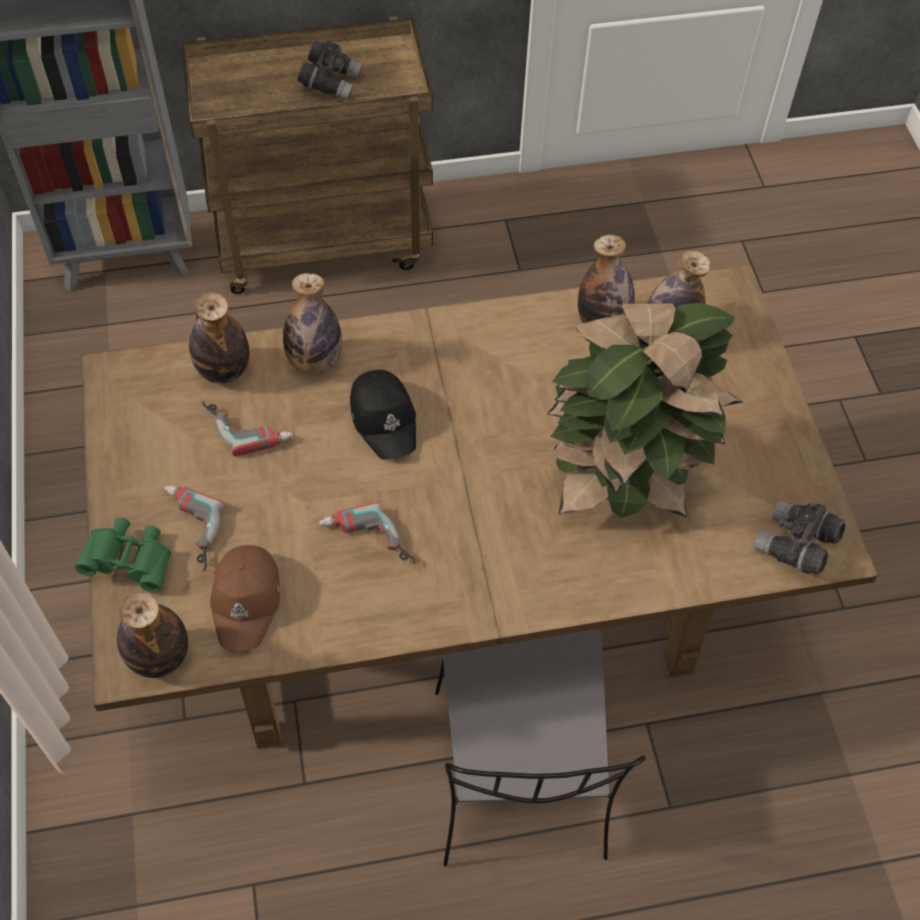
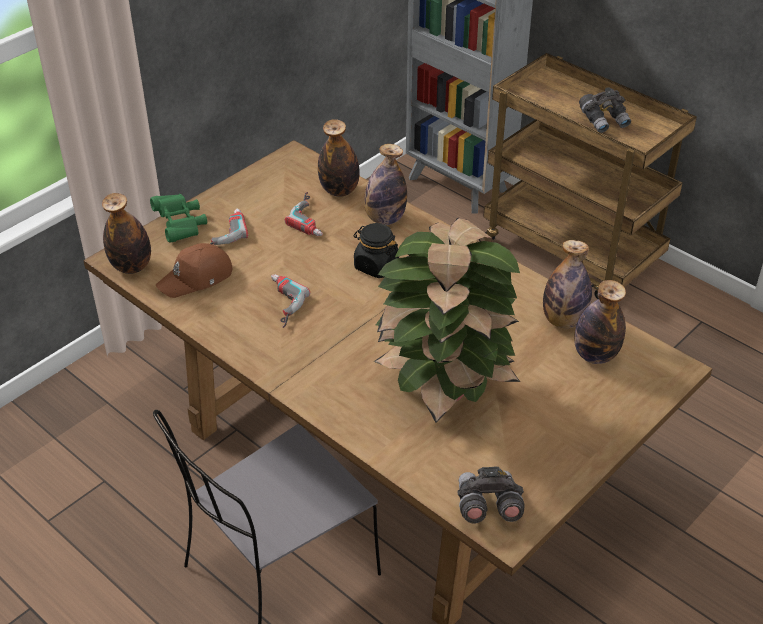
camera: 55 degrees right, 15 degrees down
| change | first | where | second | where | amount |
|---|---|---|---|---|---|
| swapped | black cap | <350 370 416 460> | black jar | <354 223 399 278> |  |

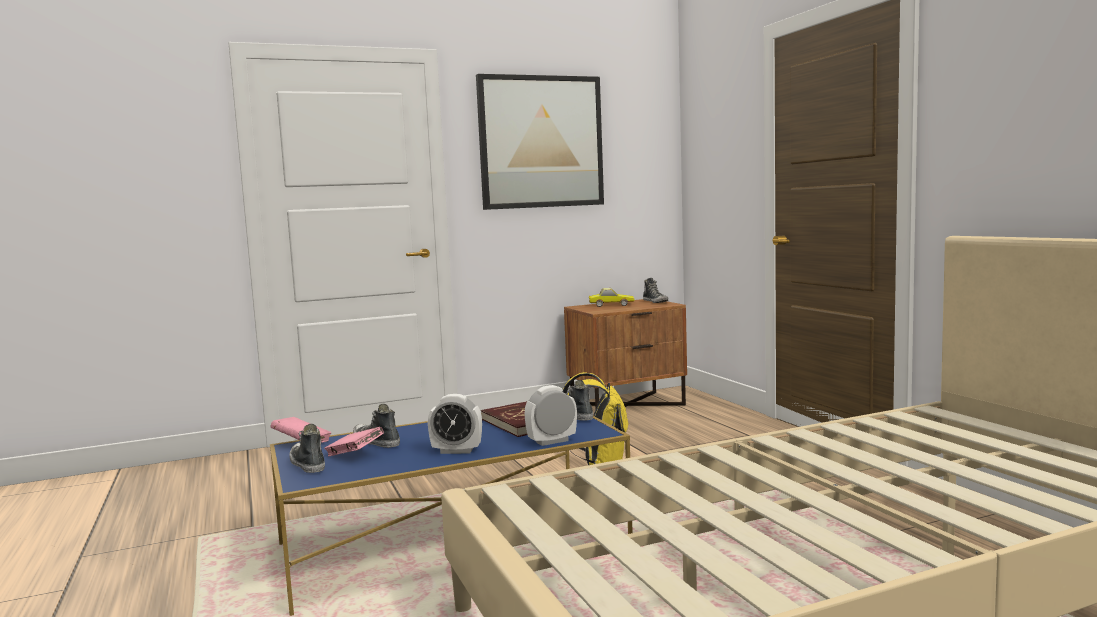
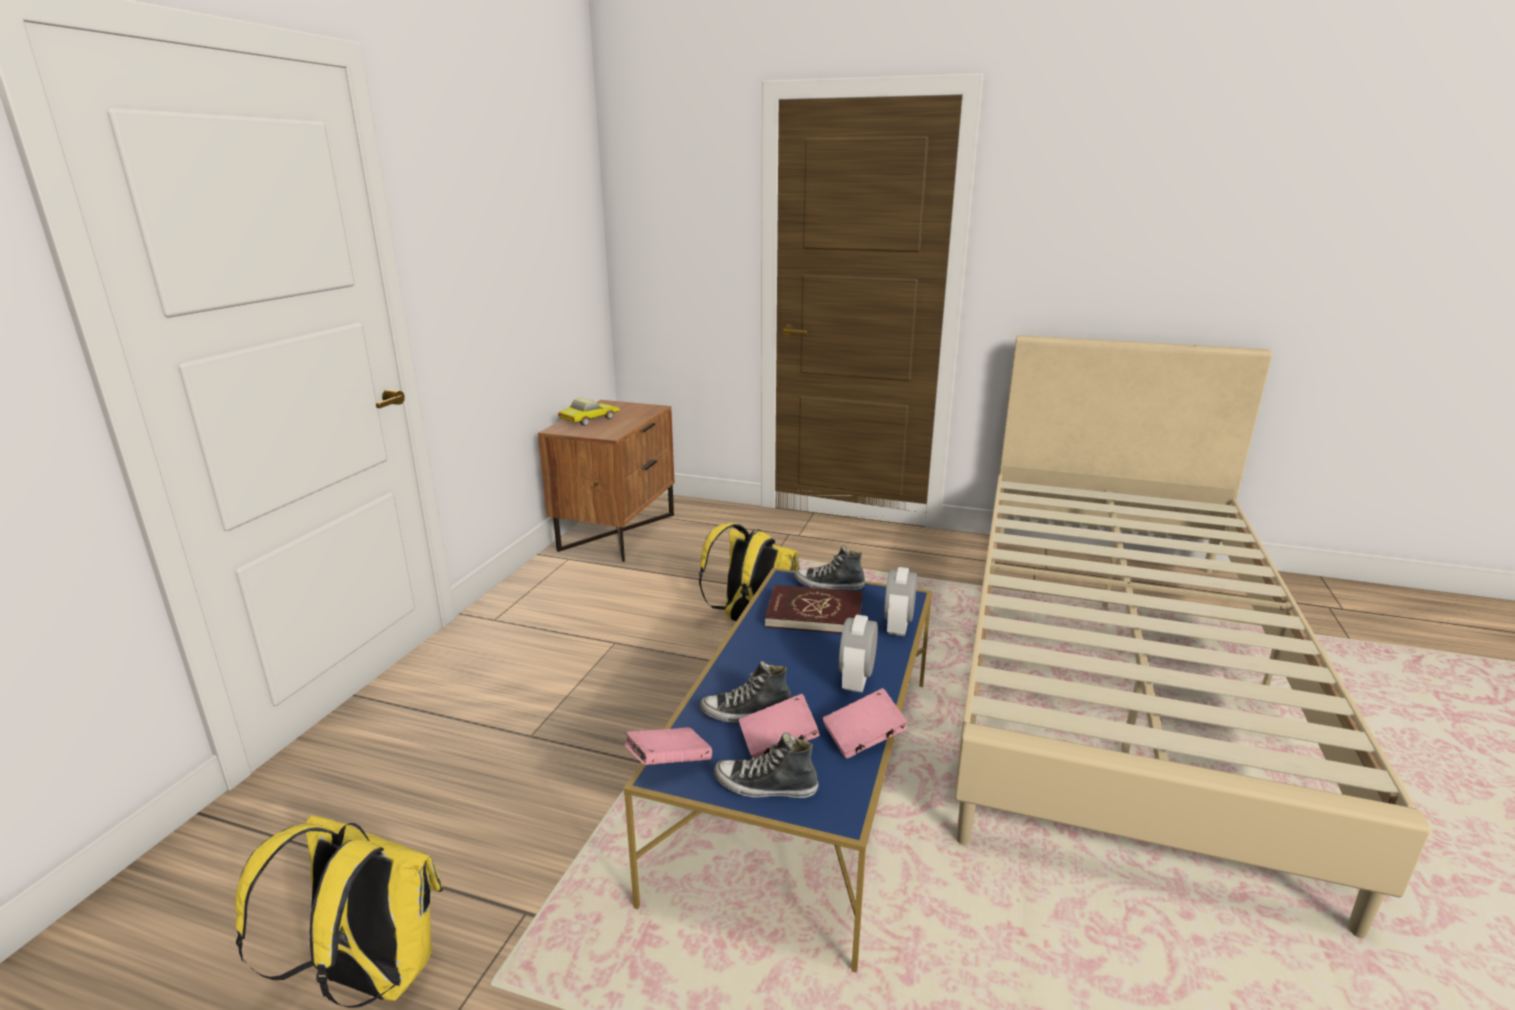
camera: 50 degrees left, 15 degrees up
| change | first | where | second | where | amount |
|---|---|---|---|---|---|
| gone | picture | <476 74 604 210> |  |  |  |
| gone | shoe | <643 278 668 303> |  |  |  |
| rotated | alarm clock | <428 394 482 454> |  | <839 615 878 693> | 150 degrees clockwise |
| new |  |  | pink book | <823 688 908 758> |  |
| new |  |  | yellow backpack | <235 815 443 1008> |  |

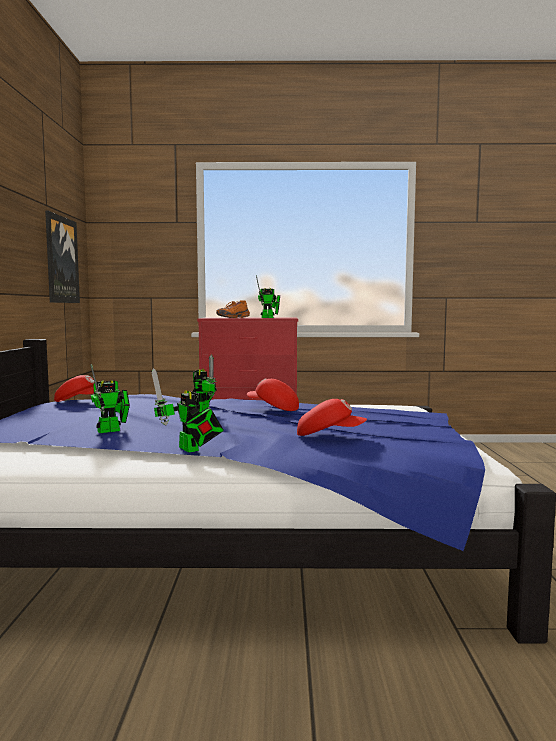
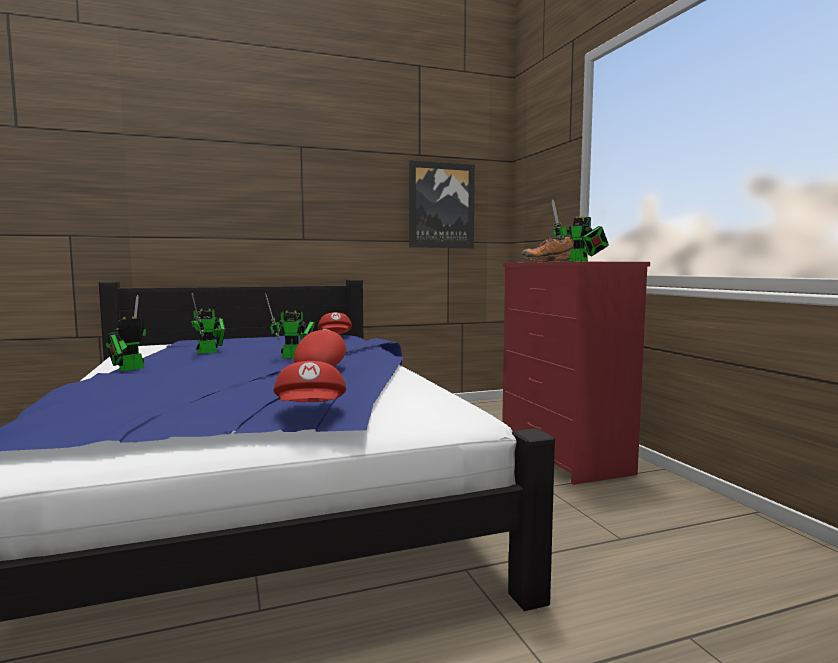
camera: 70 degrees right, 0 degrees up
| change | first | where | second | where | amount |
|---|---|---|---|---|---|
| rotated | toy robot | <91 364 130 433> |  | <191 293 225 354> | 75 degrees counterclockwise |
| shifted | red cap | <297 399 367 436> |  | <273 361 346 402> |  |

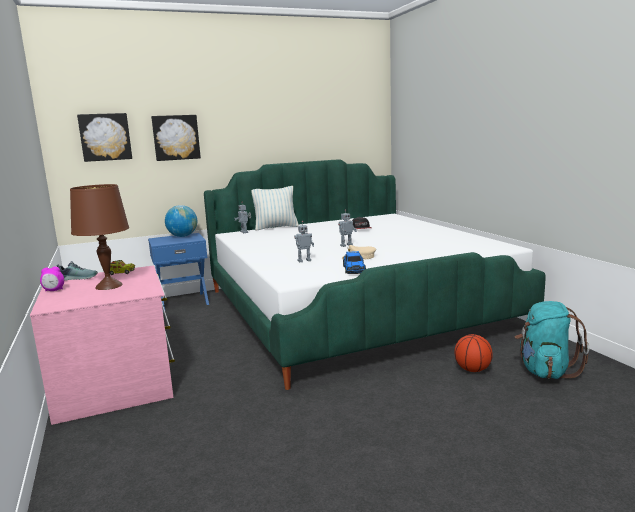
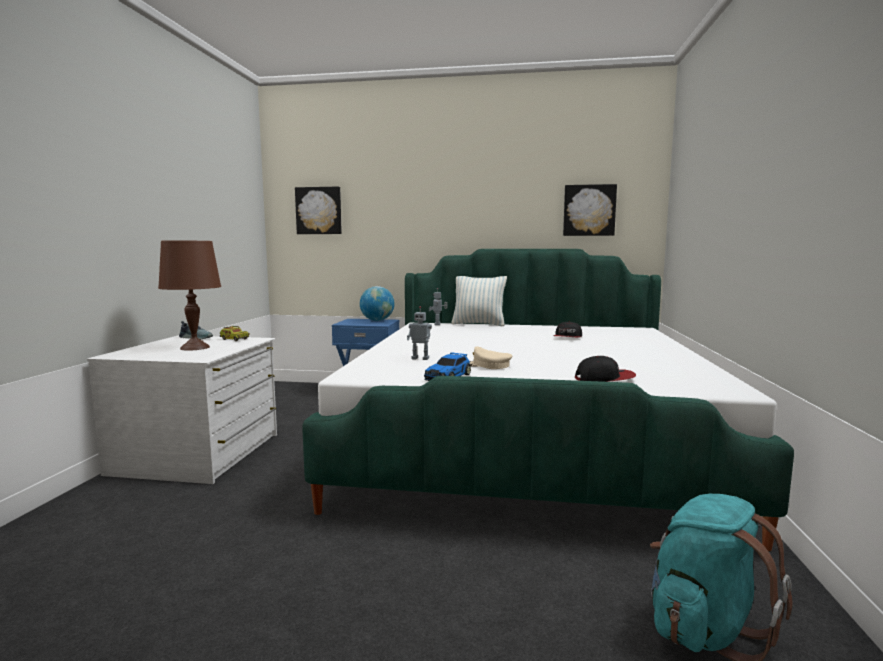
camera: 30 degrees right, 5 degrees down
| change | first | where | second | where | amount |
|---|---|---|---|---|---|
| shifted | picture | <151 115 201 161> |  | <563 184 617 236> |  |
| gone | toy robot | <338 209 357 247> |  |  |  |
| repainted | pink dresser | <30 265 175 425> | white dresser | <87 335 277 484> |  |
| gone | alarm clock | <40 267 64 291> |  |  |  |
| gone | basketball | <454 334 493 372> |  |  |  |
| new |  |  | cap | <575 356 636 382> |  |

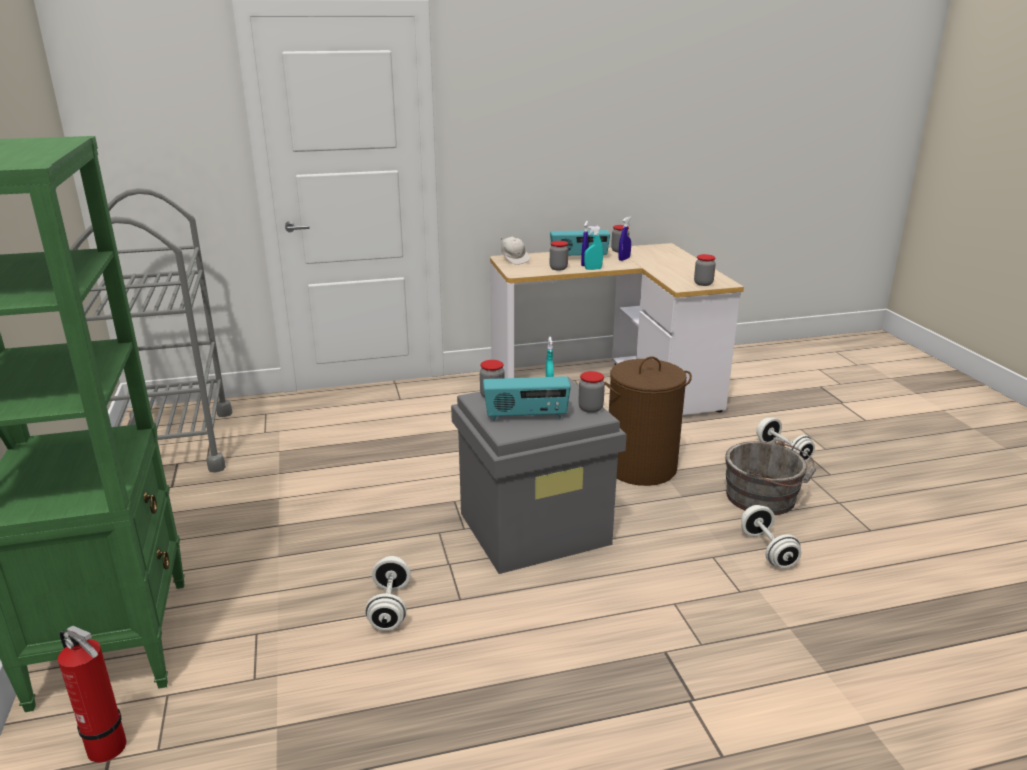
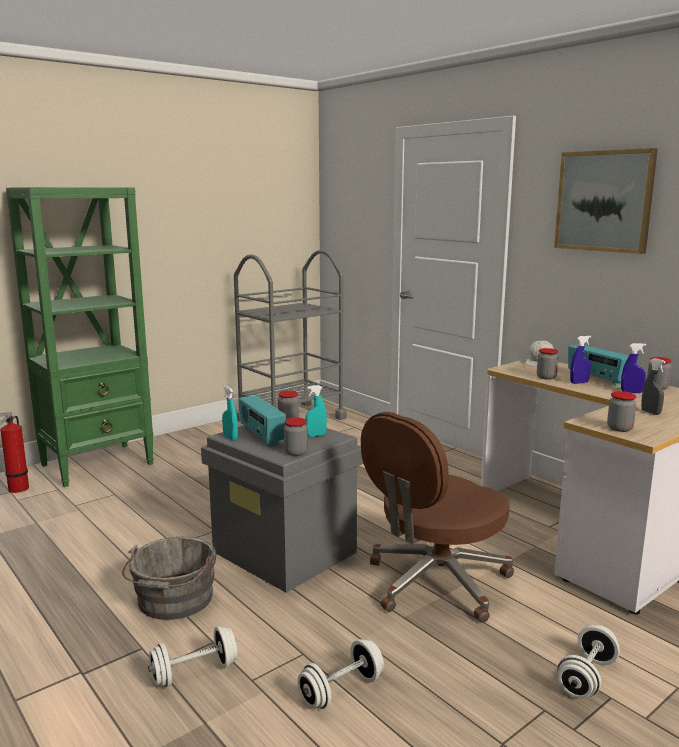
camera: 65 degrees right, 10 degrees down
| change | first | where | second | where | amount |
|---|---|---|---|---|---|
| shifted | turquoise spray bottle | <584 226 603 270> |  | <222 386 238 441> |  |
| swapped | brown laundry basket | <604 357 692 486> | brown office chair | <361 412 514 623> |  |
| shifted | grey bucket | <725 437 816 515> |  | <122 537 217 620> |  |
| shifted | white dumbbell | <365 556 411 631> |  | <148 626 238 687> |  |
| new |  |  | picture | <554 148 658 254> |  |
| new |  |  | grey spray bottle | <641 358 666 415> |  |

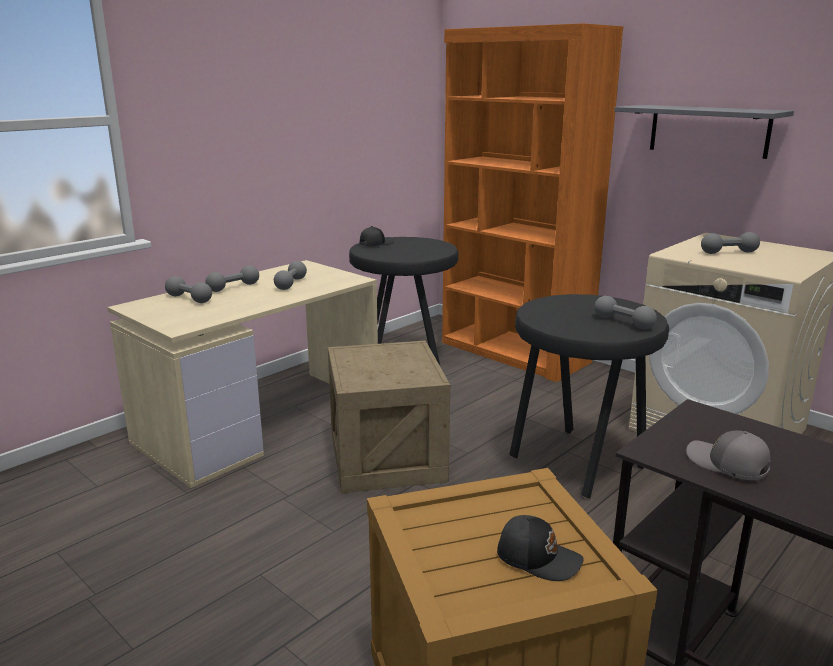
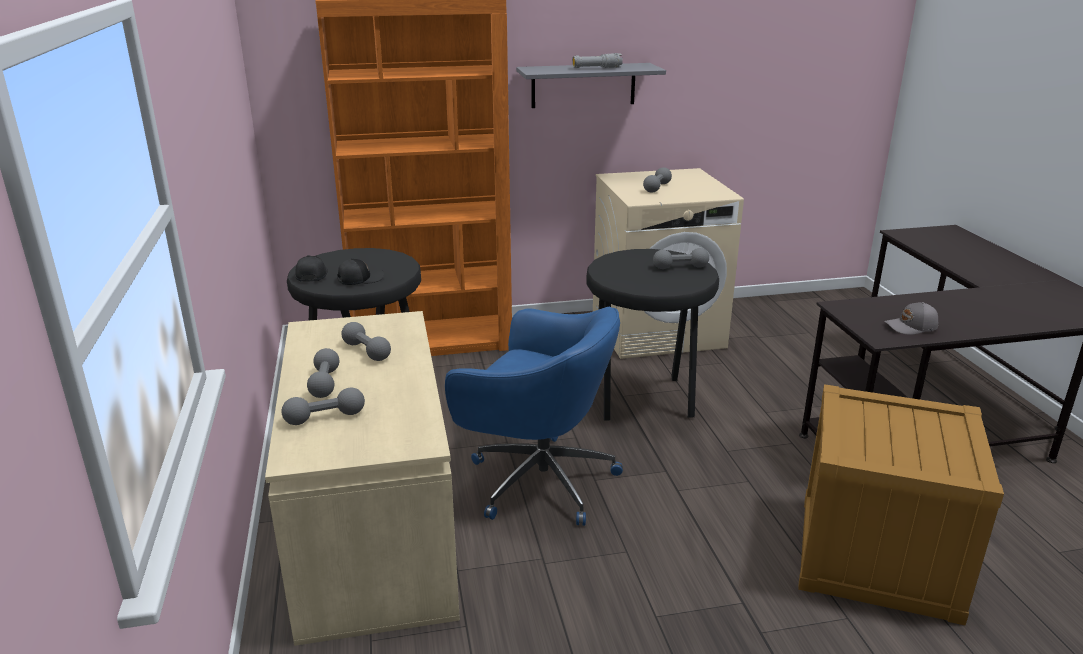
camera: 55 degrees left, 5 degrees up
| change | first | where | second | where | amount |
|---|---|---|---|---|---|
| swapped | crate | <328 341 450 493> | blue office chair | <445 307 623 526> |  |
| shifted | black cap | <497 515 583 581> |  | <338 258 384 285> |  |
| new |  |  | grey flashlight | <572 53 623 68> |  |

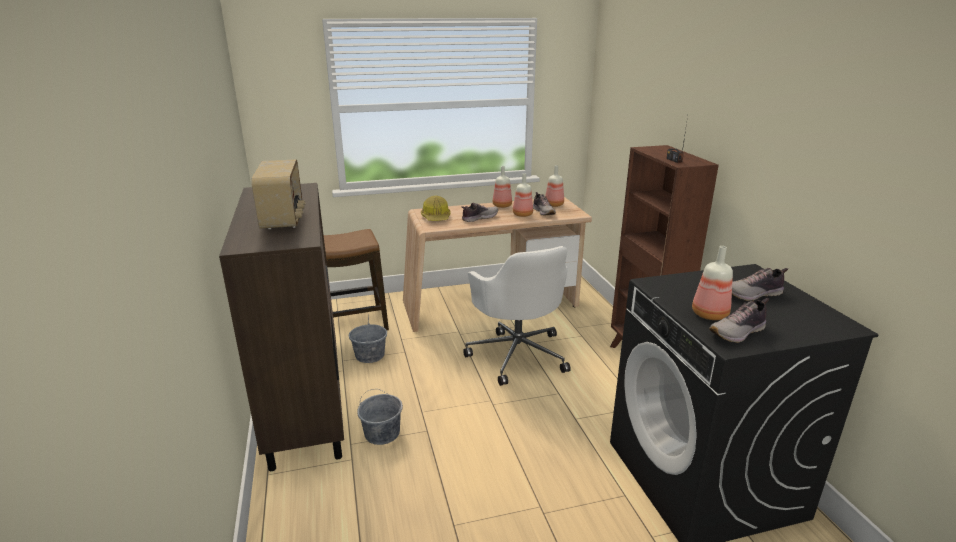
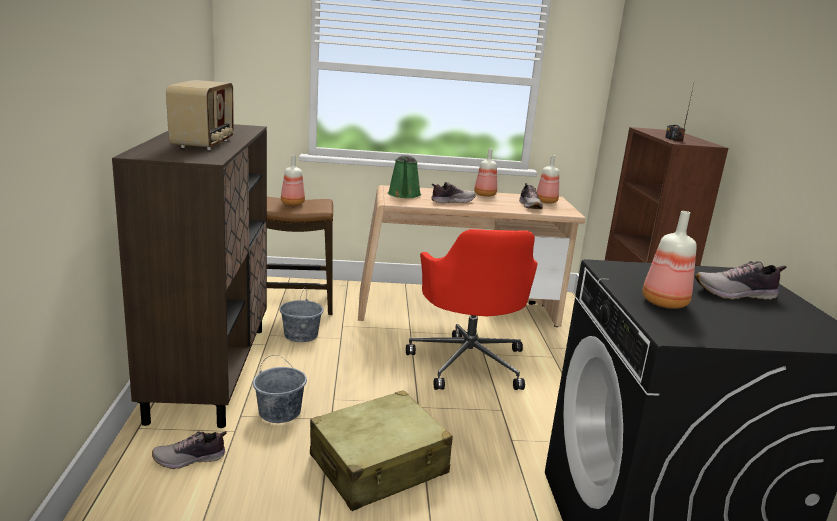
camera: 10 degrees right, 5 degrees down
| change | first | where | second | where | amount |
|---|---|---|---|---|---|
| shifted | bottle | <513 173 533 217> |  | <281 155 305 205> |  |
| swapped | hard hat | <421 196 451 221> | green watering can | <388 155 421 198> |  |
| repainted | white office chair | <463 246 571 386> | red office chair | <406 229 537 390> |  |
| shifted | shoe | <709 298 769 343> |  | <152 431 227 469> |  |
| new |  |  | beige suitcase | <310 390 453 511> |  |

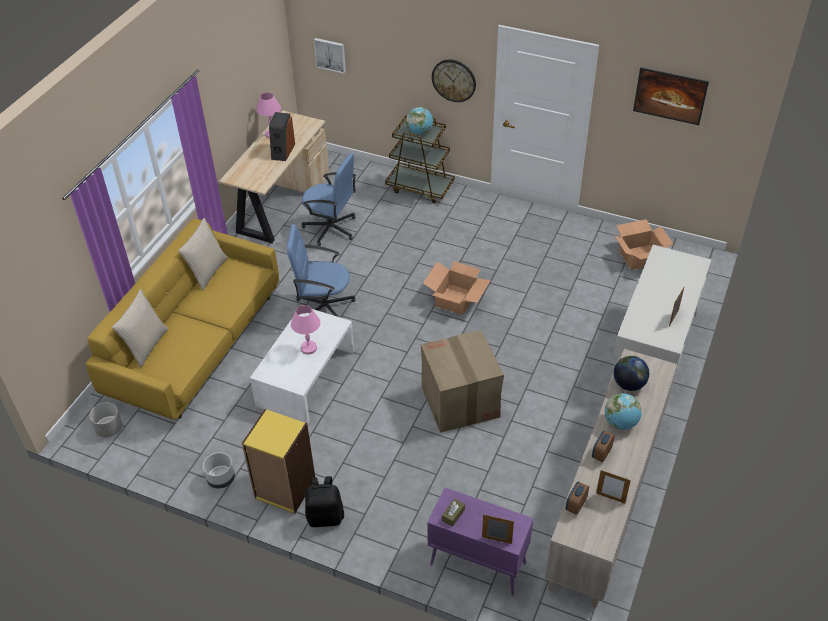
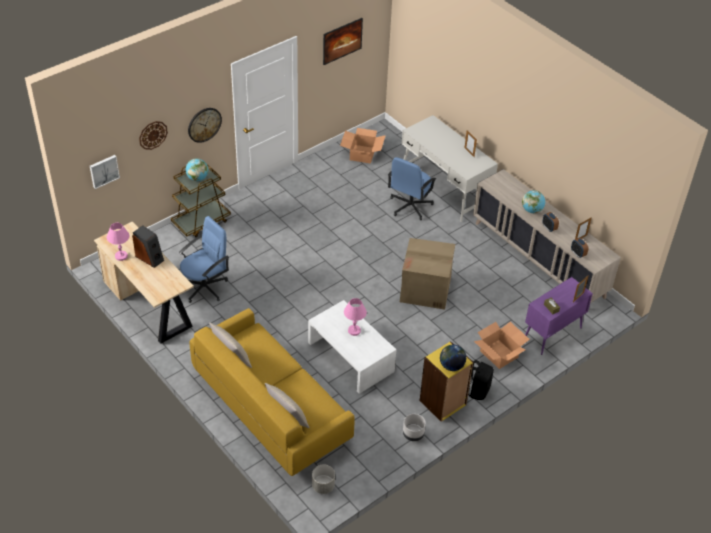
camera: 65 degrees left, 0 degrees up
| change | first | where | second | where | amount |
|---|---|---|---|---|---|
| shifted | blue office chair | <287 224 355 317> |  | <388 157 436 220> |  |
| shifted | cardboard box | <423 261 491 315> |  | <474 322 530 369> |  |
| shifted | globe | <614 356 649 391> |  | <440 345 466 371> |  |
| new |  |  | wall clock | <139 121 168 150> |  |

